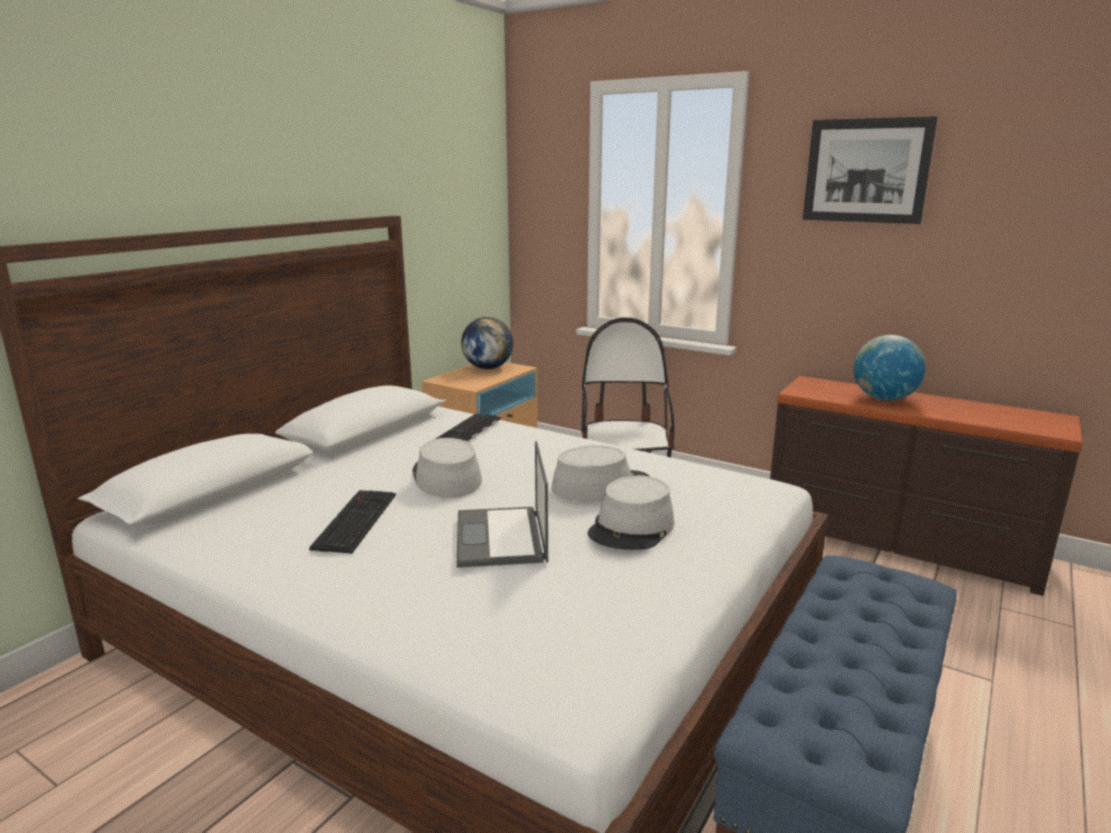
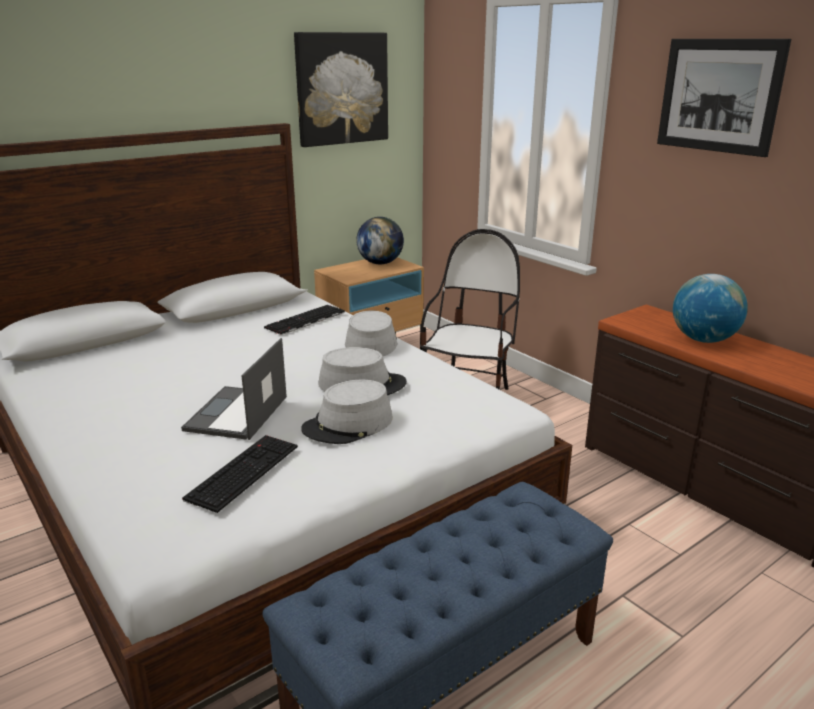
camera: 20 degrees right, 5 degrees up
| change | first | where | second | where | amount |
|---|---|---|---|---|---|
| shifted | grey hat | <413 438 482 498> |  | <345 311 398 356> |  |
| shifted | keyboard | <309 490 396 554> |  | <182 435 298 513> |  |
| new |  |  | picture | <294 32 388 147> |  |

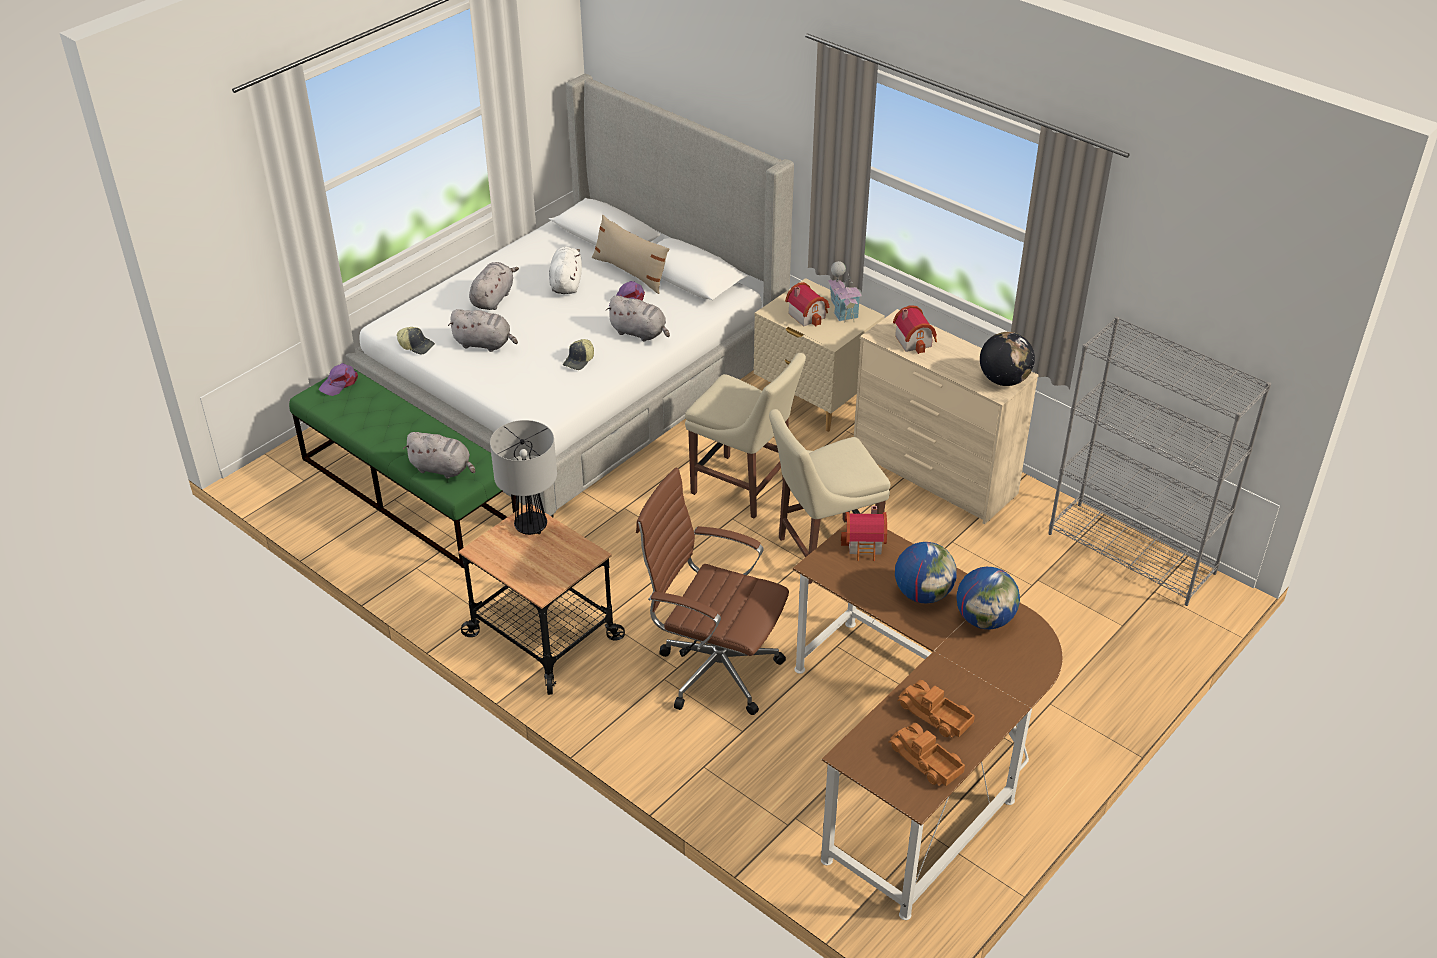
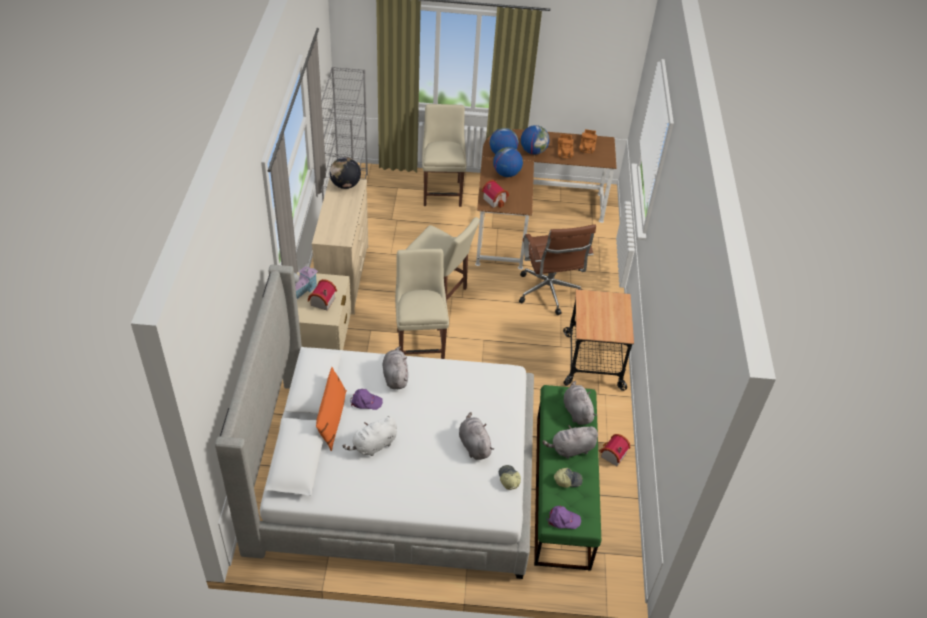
camera: 130 degrees left, 5 degrees up
| change | first | where | second | where | amount |
|---|---|---|---|---|---|
| repainted | beige pillow | <592 215 669 294> | orange pillow | <316 367 347 451> |  |
| shifted | grey plush toy | <469 262 519 310> |  | <542 425 598 459> |  |
| shifted | toy house | <893 305 937 354> |  | <598 434 630 466> |  |
| shifted | cap | <563 339 594 370> |  | <554 468 583 488> |  |
| gone | table lamp | <490 420 557 535> |  |  |  |
| new |  |  | beige chair | <422 104 466 207> |  |
| new |  |  | globe | <521 125 550 155> |  |

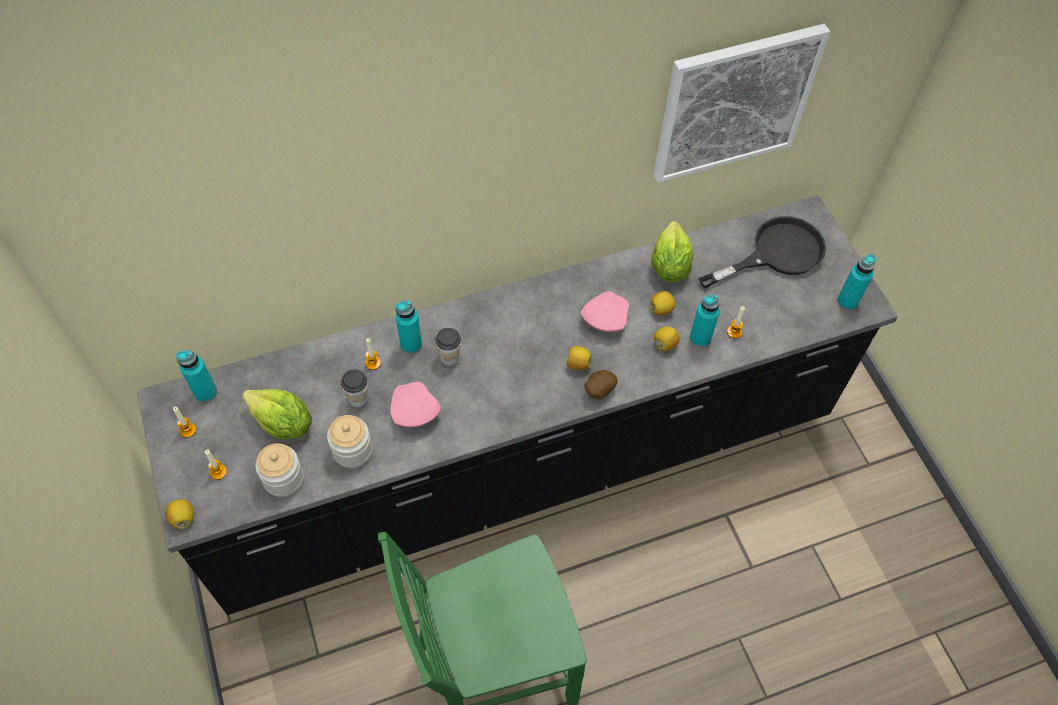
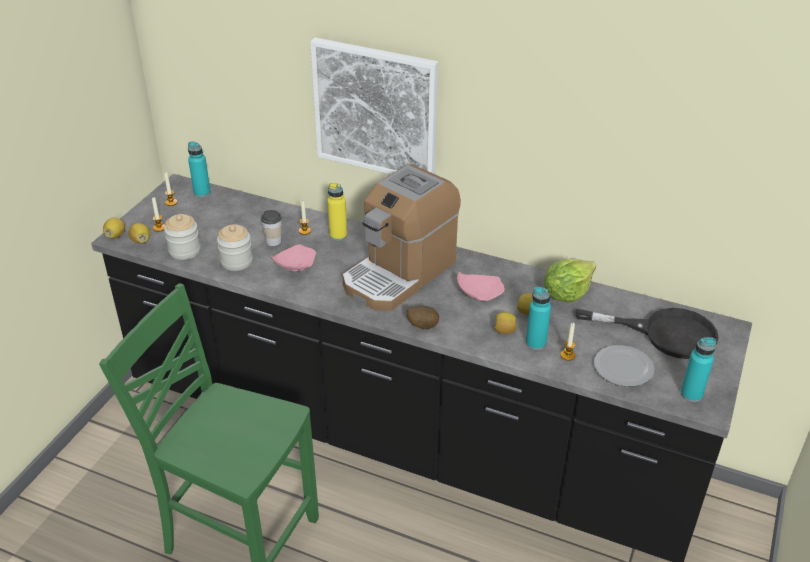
camera: 45 degrees right, 20 degrees down
| change | first | where | second | where | amount |
|---|---|---|---|---|---|
| shifted | picture | <653 24 830 183> |  | <310 38 438 174> |  |
| repainted | turquoise bottle | <396 300 422 354> | yellow bottle | <328 183 347 241> |  |
| gone | cup | <435 328 461 366> |  |  |  |
| shifted | lemon | <566 346 591 370> |  | <128 223 150 244> |  |
| gone | lettuce | <242 389 312 439> |  |  |  |
| new |  |  | coffee machine | <342 164 461 311> |  |
| new |  |  | plate | <594 345 654 387> |  |

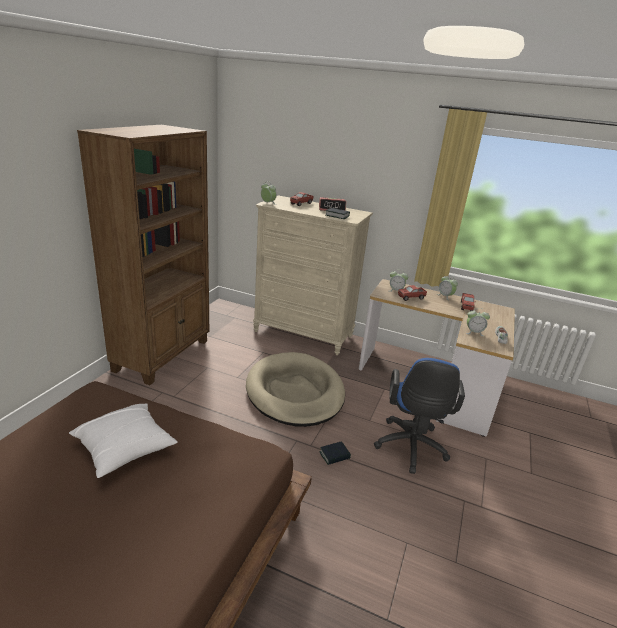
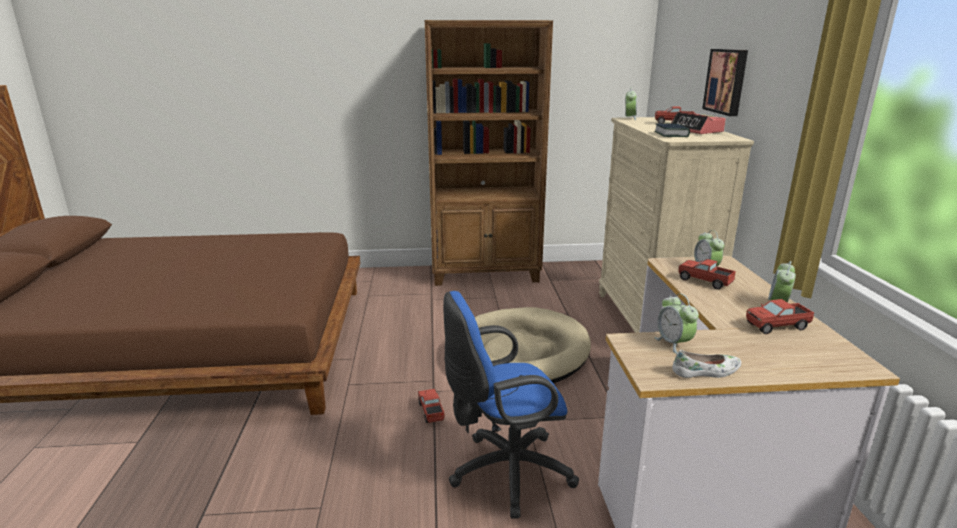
camera: 65 degrees right, 5 degrees down
| change | first | where | second | where | amount |
|---|---|---|---|---|---|
| gone | white pillow | <69 403 177 478> |  |  |  |
| swapped | book | <319 441 351 465> | toy truck | <418 389 445 423> |  |
| new |  |  | picture | <702 49 748 116> |  |

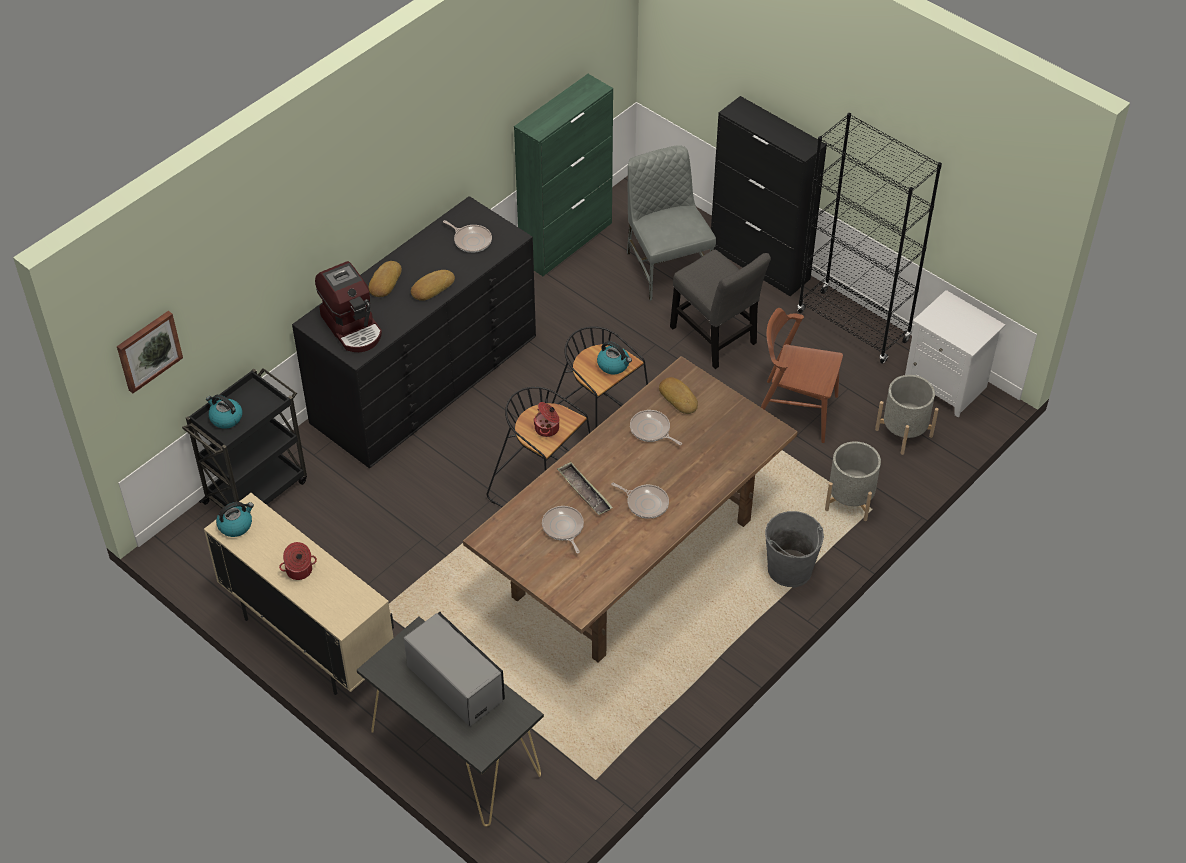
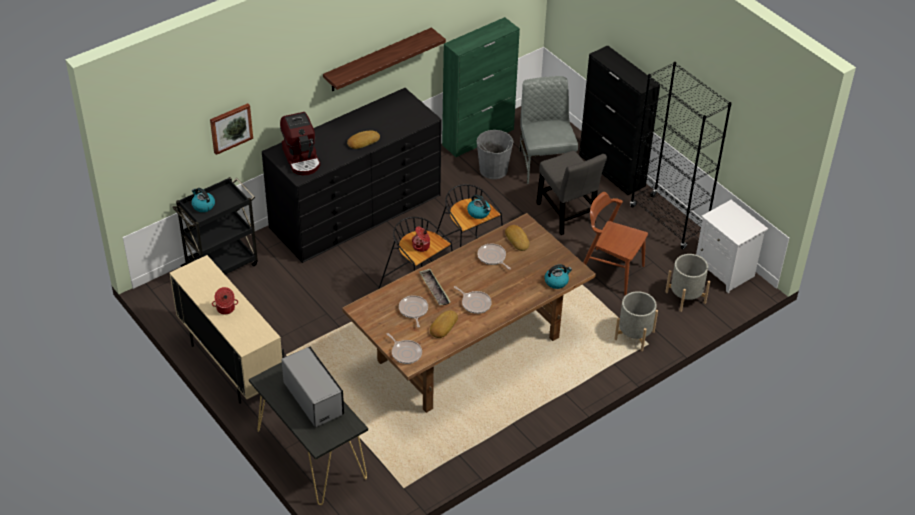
camera: 10 degrees right, 5 degrees down
| change | first | where | second | where | amount |
|---|---|---|---|---|---|
| shifted | frying pan | <443 220 492 253> |  | <387 333 422 364> |  |
| shifted | bread | <369 261 402 297> |  | <430 310 458 338> |  |
| shifted | picture | <117 311 183 393> |  | <210 103 253 155> |  |
| shifted | kettle | <216 502 254 537> |  | <545 264 572 289> |  |
| shifted | grey bucket | <765 511 824 588> |  | <477 130 513 179> |  |
| new |  |  | shelf | <323 27 446 91> |  |

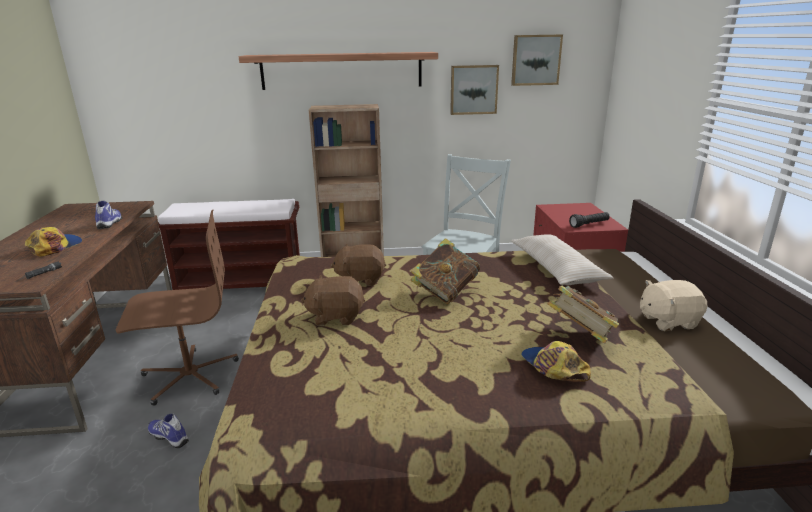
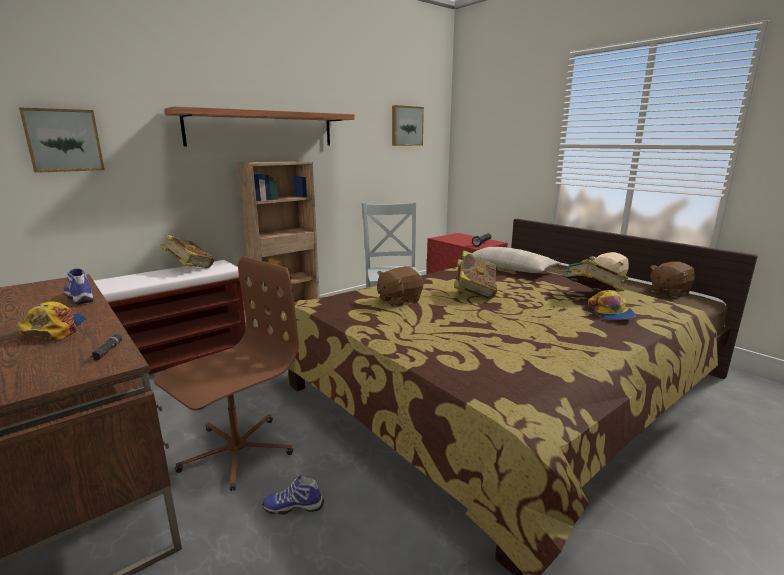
camera: 35 degrees left, 5 degrees down
| change | first | where | second | where | amount |
|---|---|---|---|---|---|
| shifted | picture | <450 65 499 115> |  | <19 107 105 173> |  |
| shifted | brown plush toy | <301 275 365 326> |  | <650 261 695 298> |  |
| rotated | cap | <521 341 591 382> |  | <588 290 636 320> | 120 degrees counterclockwise |
| new |  |  | book | <160 234 214 268> |  |

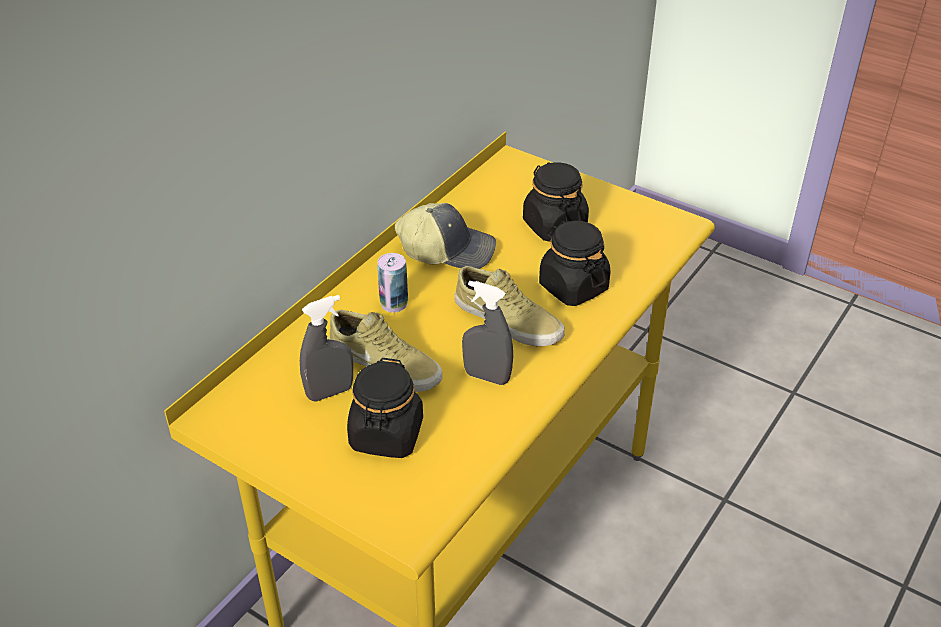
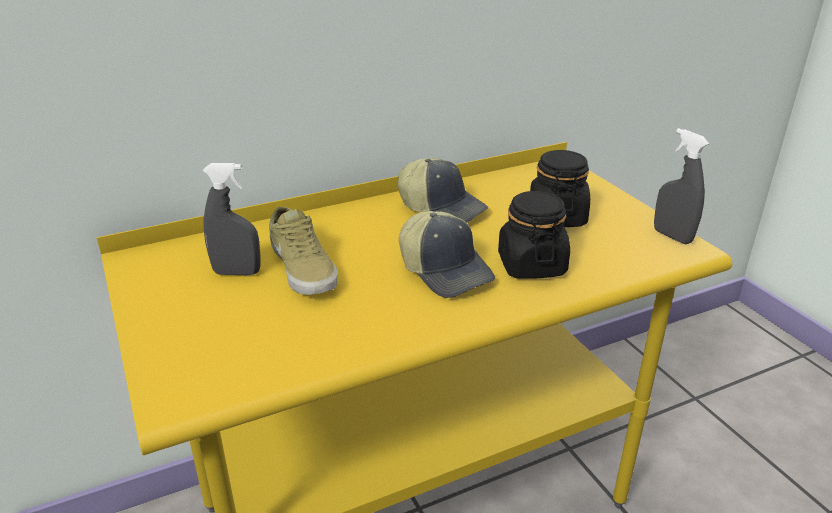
camera: 30 degrees right, 10 degrees down
| change | first | where | second | where | amount |
|---|---|---|---|---|---|
| gone | can | <377 253 408 313> |  |  |  |
| swapped | beige shoe | <455 266 565 346> | cap | <399 211 495 298> |  |
| shifted | grey spray bottle | <462 281 513 385> |  | <654 128 709 244> |  |
| gone | black jar | <347 358 423 458> |  |  |  |

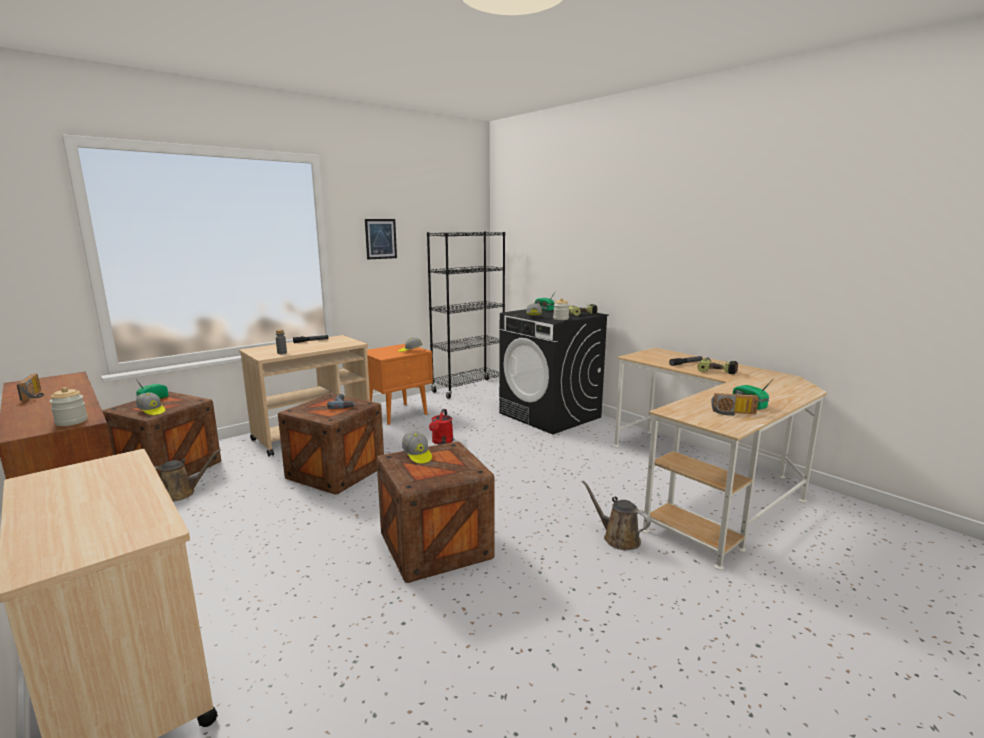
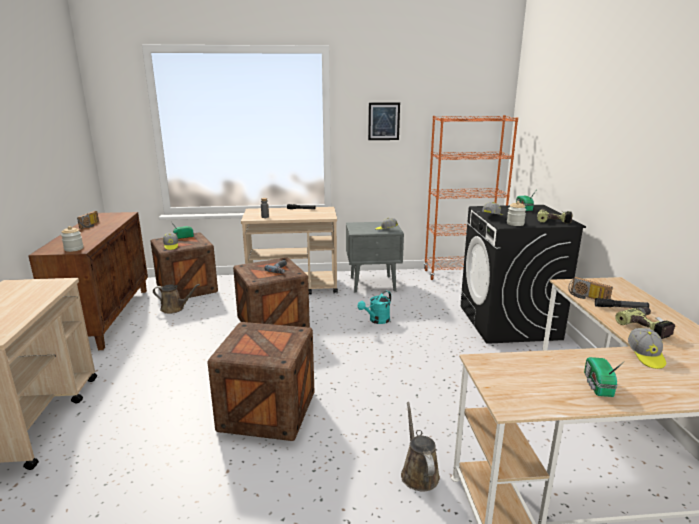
camera: 35 degrees right, 5 degrees up
| change | first | where | second | where | amount |
|---|---|---|---|---|---|
| repainted | black bookcase | <427 231 505 399> | orange bookcase | <424 115 518 280> |  |
| repainted | orange nightstand | <367 344 433 425> | grey nightstand | <346 222 404 293> |  |
| shifted | radio | <711 393 759 416> |  | <568 277 613 299> |  |
| repainted | red watering can | <429 409 453 445> | turquoise watering can | <358 291 391 324> |  |
| shifted | cap | <402 431 432 464> |  | <628 328 666 369> |  |

